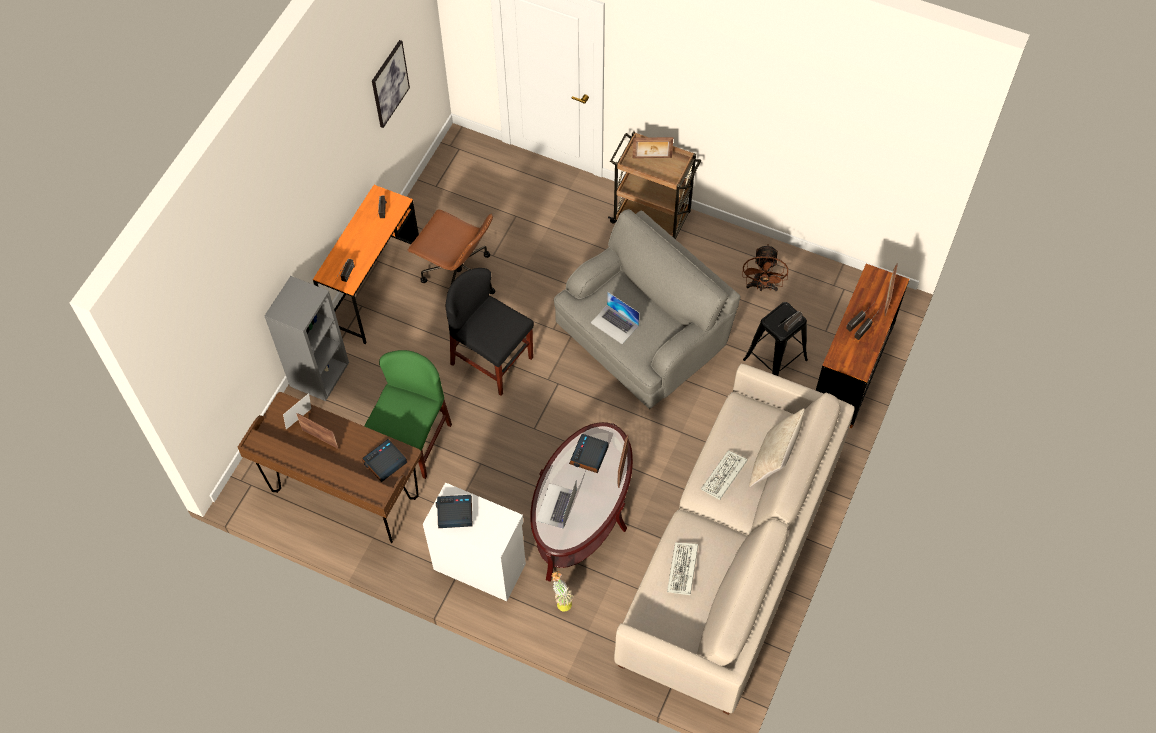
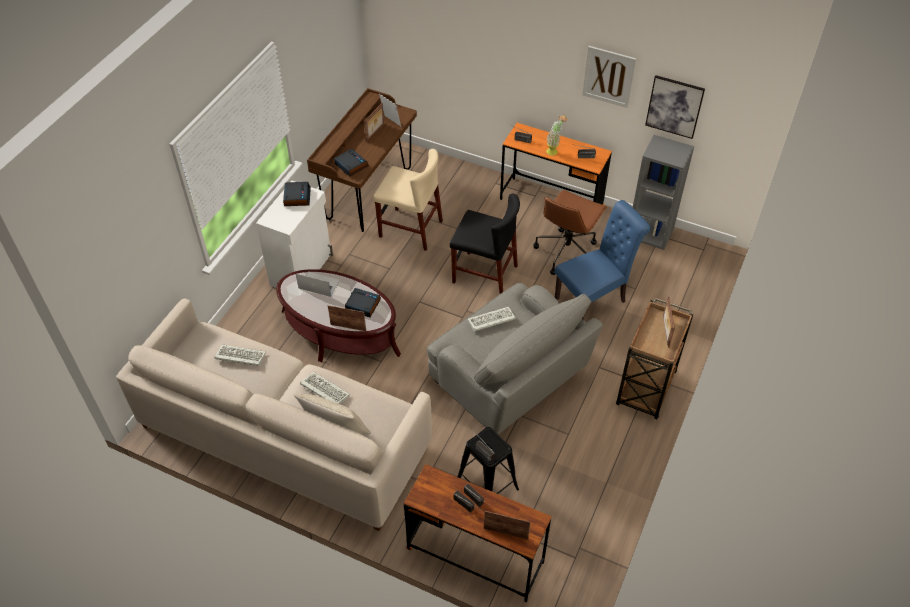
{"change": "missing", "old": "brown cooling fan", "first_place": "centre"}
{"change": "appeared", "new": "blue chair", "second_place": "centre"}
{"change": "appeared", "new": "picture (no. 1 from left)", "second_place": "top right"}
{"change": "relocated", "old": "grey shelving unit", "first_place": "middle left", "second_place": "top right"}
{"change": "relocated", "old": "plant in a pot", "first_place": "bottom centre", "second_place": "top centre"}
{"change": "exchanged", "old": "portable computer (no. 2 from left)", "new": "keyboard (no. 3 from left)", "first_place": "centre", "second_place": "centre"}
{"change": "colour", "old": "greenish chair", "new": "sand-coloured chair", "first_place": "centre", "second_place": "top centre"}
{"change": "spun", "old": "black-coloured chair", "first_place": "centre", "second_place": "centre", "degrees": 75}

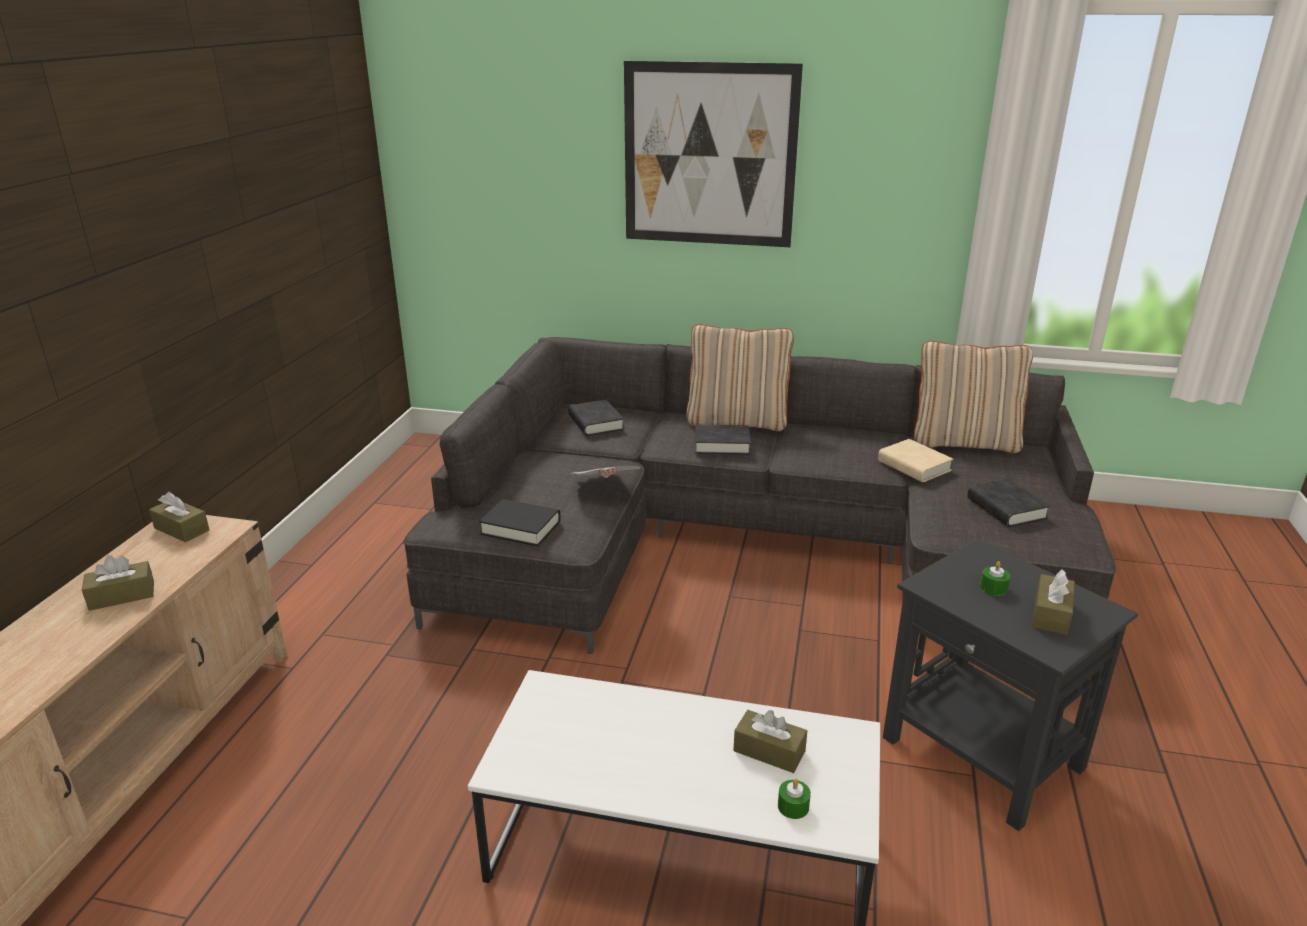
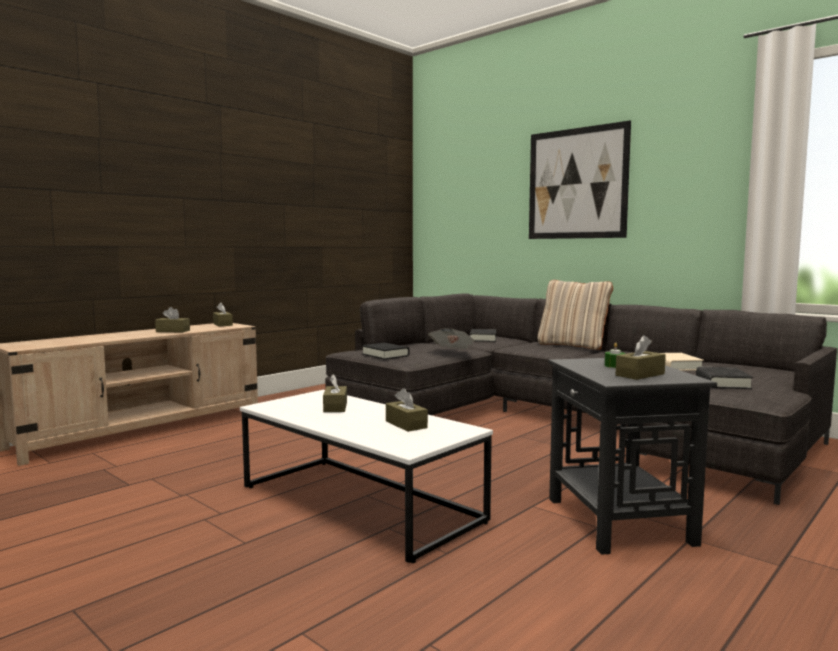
{"change": "missing", "old": "black-coloured volume (no. 3 from left)", "first_place": "centre"}
{"change": "missing", "old": "greenish candle (no. 1 from left)", "first_place": "bottom centre"}
{"change": "missing", "old": "sand-coloured throw pillow (no. 2 from left)", "first_place": "middle right"}
{"change": "appeared", "new": "brown box of tissues (no. 3 from left)", "second_place": "centre"}

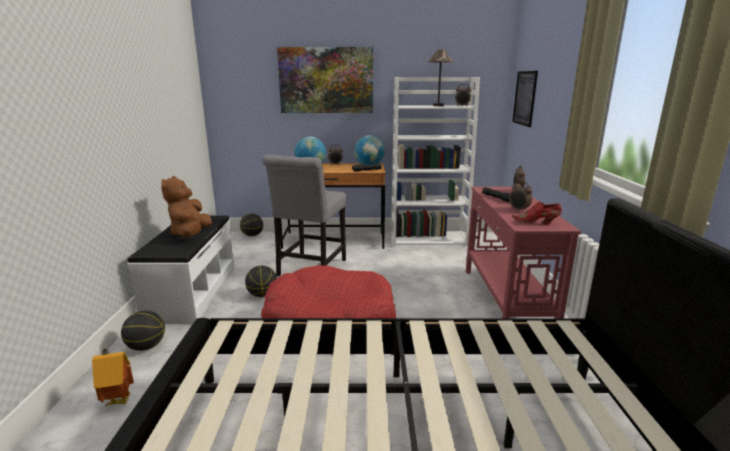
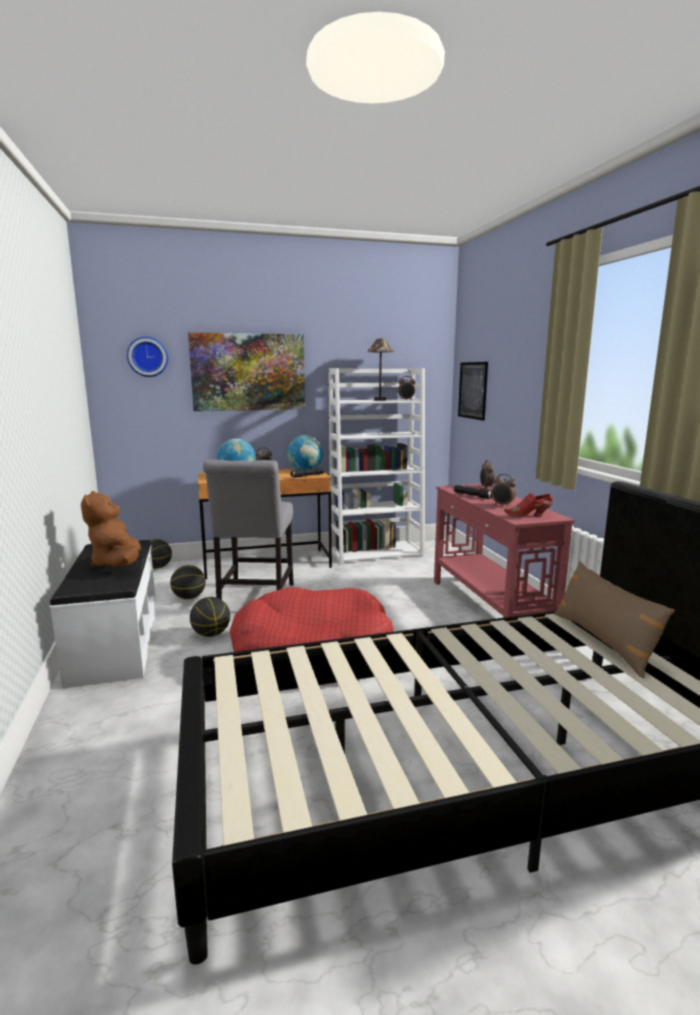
{"change": "missing", "old": "toy house", "first_place": "bottom left"}
{"change": "appeared", "new": "clock on the wall", "second_place": "middle left"}
{"change": "appeared", "new": "brown throw pillow", "second_place": "middle right"}
{"change": "relocated", "old": "basketball ball (no. 1 from left in the first image)", "new": "basketball ball (no. 2 from left)", "first_place": "bottom left", "second_place": "middle left"}

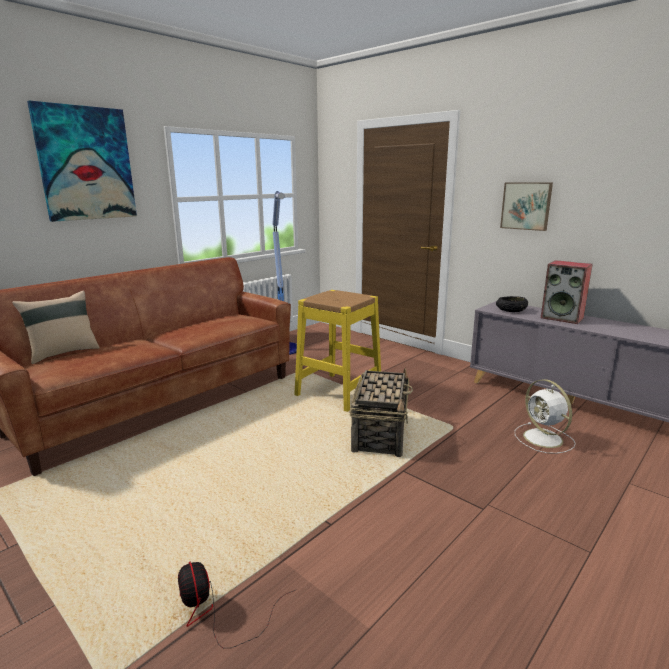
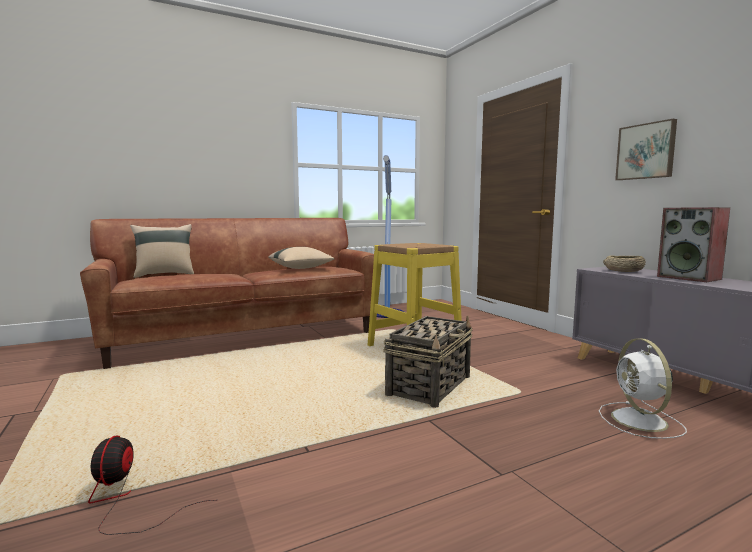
{"change": "missing", "old": "picture (no. 1 from left)", "first_place": "top left"}
{"change": "appeared", "new": "sand-coloured throw pillow (no. 2 from left)", "second_place": "centre"}
{"change": "colour", "old": "black-coloured serving bowl", "new": "sand-coloured serving bowl", "first_place": "middle right", "second_place": "middle right"}

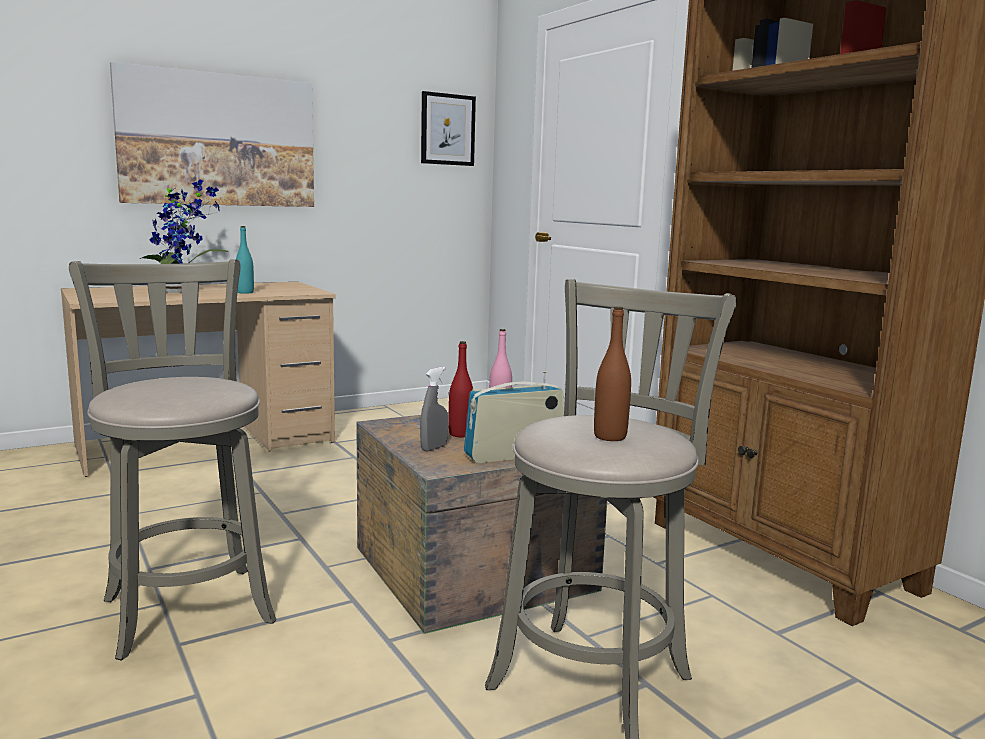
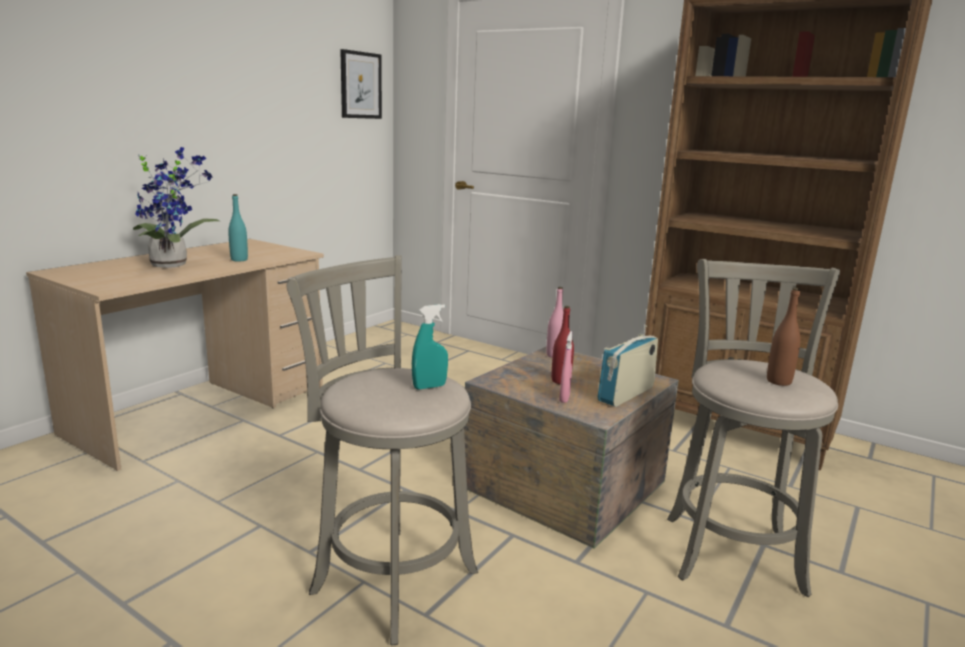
{"change": "missing", "old": "picture (no. 1 from left)", "first_place": "top left"}
{"change": "appeared", "new": "blue-green sprayer", "second_place": "centre"}
{"change": "colour", "old": "grey sprayer", "new": "pinkish sprayer", "first_place": "centre", "second_place": "centre"}

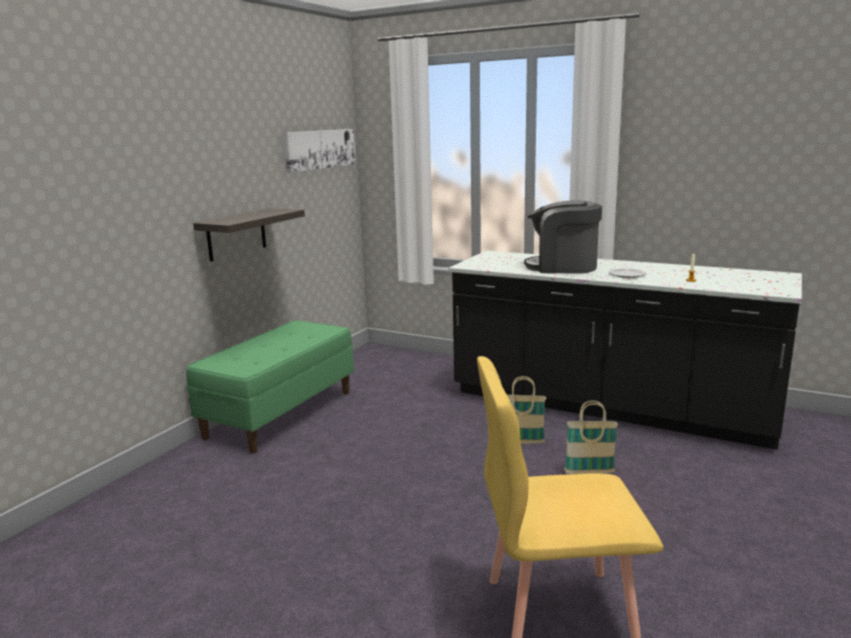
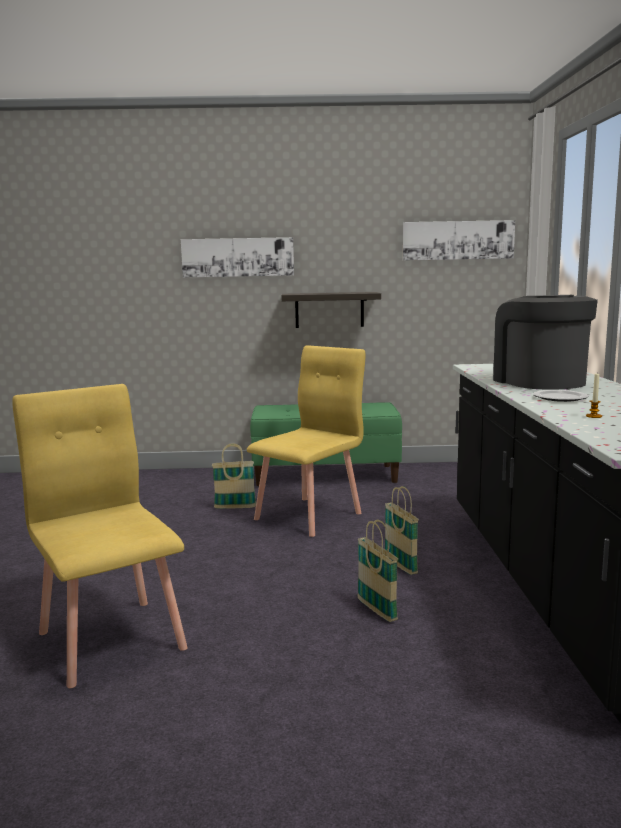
{"change": "appeared", "new": "picture (no. 1 from left)", "second_place": "top centre"}
{"change": "appeared", "new": "storage basket (no. 1 from left)", "second_place": "centre"}
{"change": "appeared", "new": "yellow chair (no. 2 from left)", "second_place": "centre"}

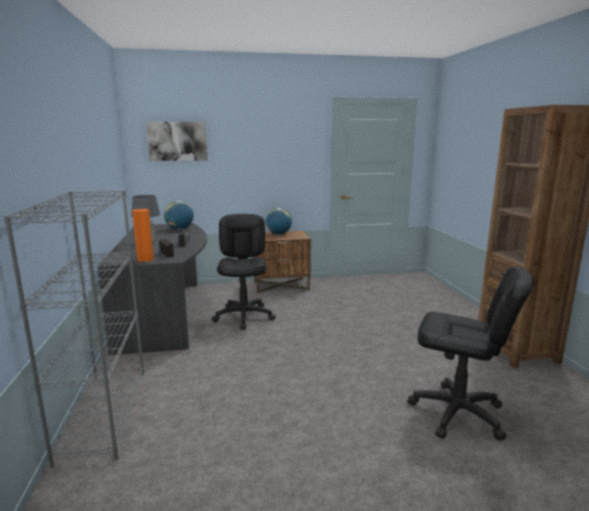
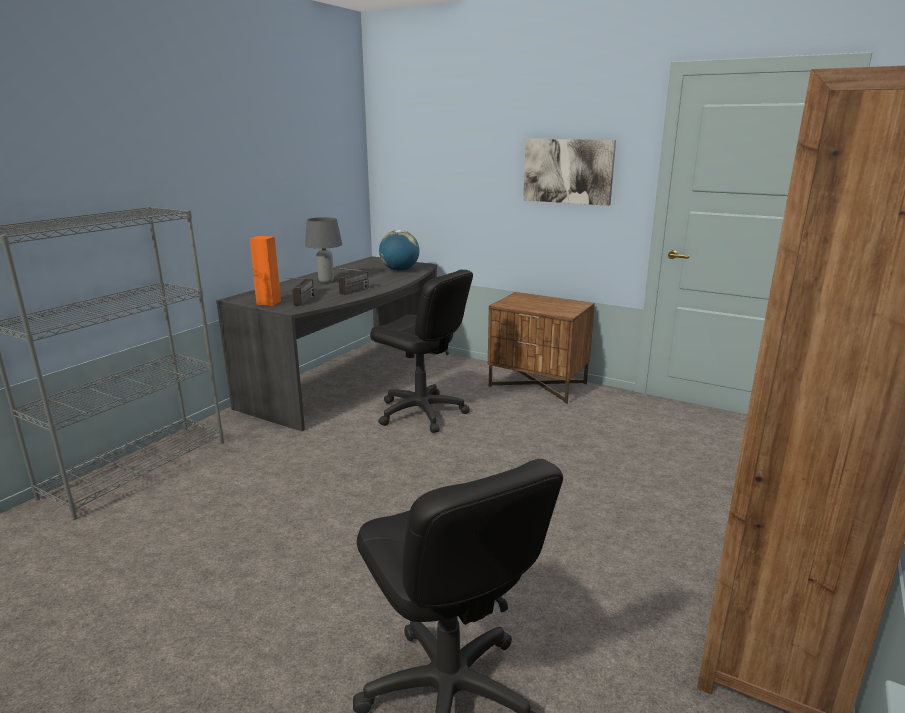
{"change": "missing", "old": "world globe (no. 2 from left)", "first_place": "centre"}
{"change": "relocated", "old": "picture", "first_place": "top left", "second_place": "top centre"}
{"change": "spun", "old": "black-coloured computer chair (no. 1 from left)", "first_place": "centre", "second_place": "centre", "degrees": 90}

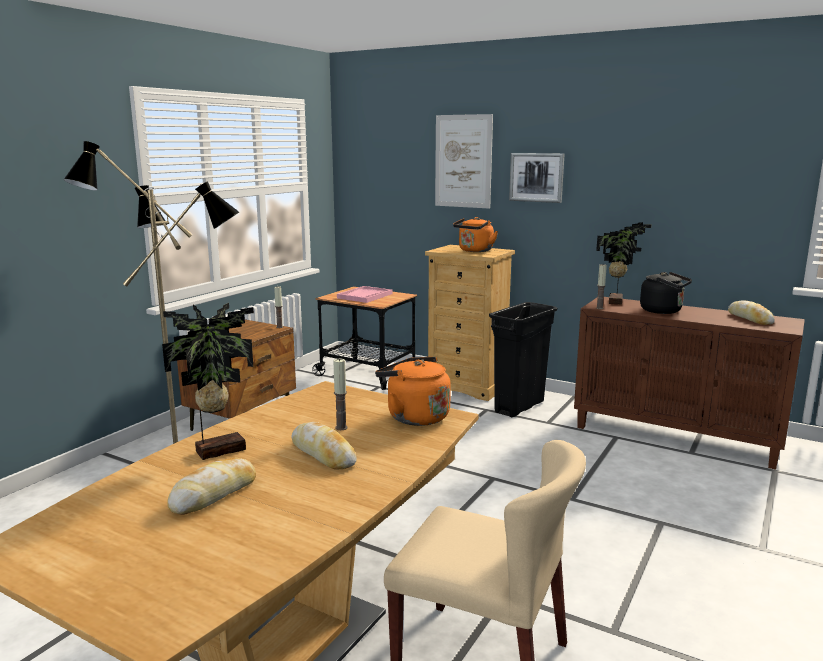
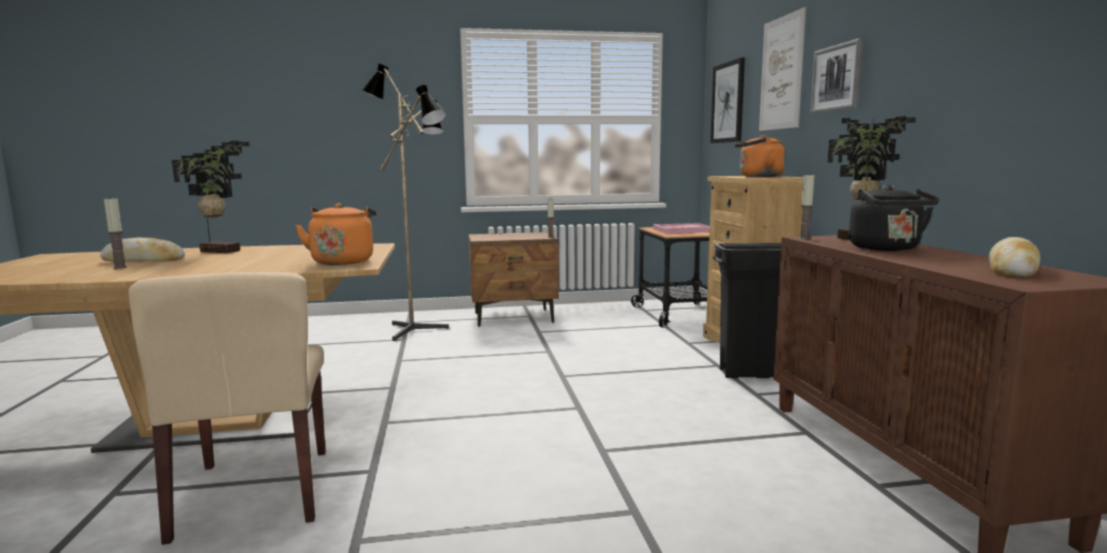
{"change": "missing", "old": "bakery bread (no. 2 from left)", "first_place": "bottom centre"}
{"change": "appeared", "new": "picture (no. 1 from left)", "second_place": "top centre"}
{"change": "relocated", "old": "candle (no. 2 from left in the first image)", "new": "candle (no. 1 from left)", "first_place": "centre", "second_place": "middle left"}

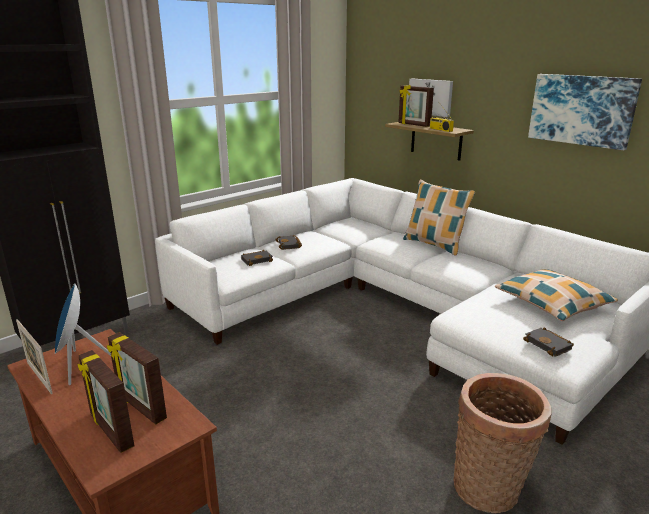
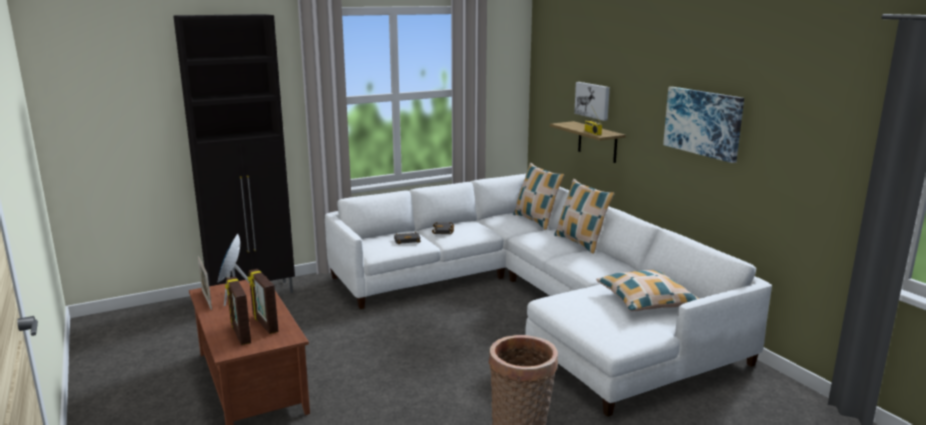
{"change": "missing", "old": "standing frame (no. 4 from left)", "first_place": "top centre"}
{"change": "missing", "old": "black-coloured volume (no. 3 from left)", "first_place": "middle right"}
{"change": "appeared", "new": "throw pillow (no. 1 from left)", "second_place": "centre"}

